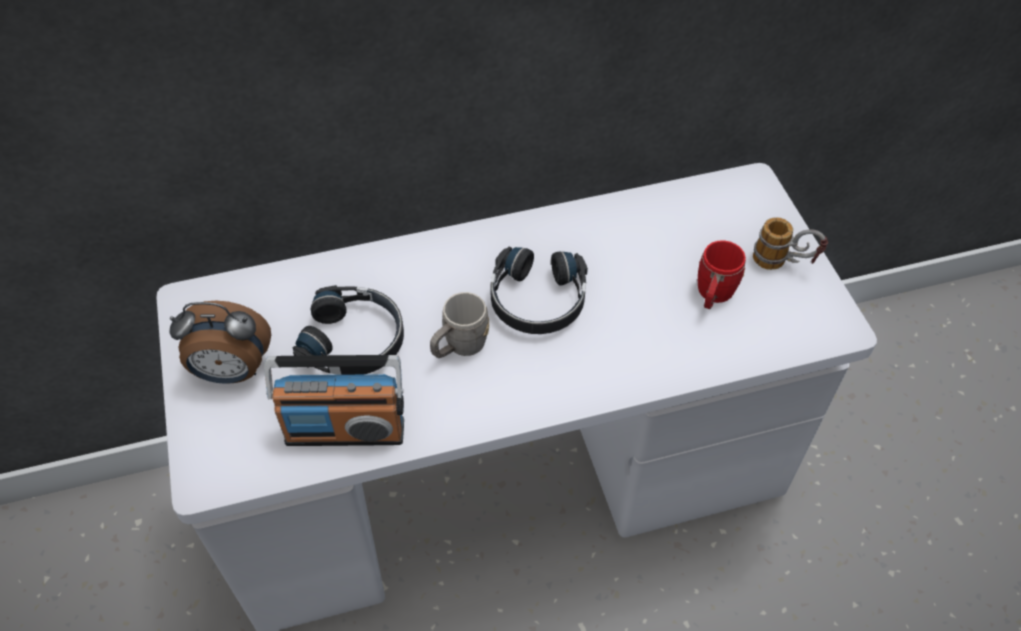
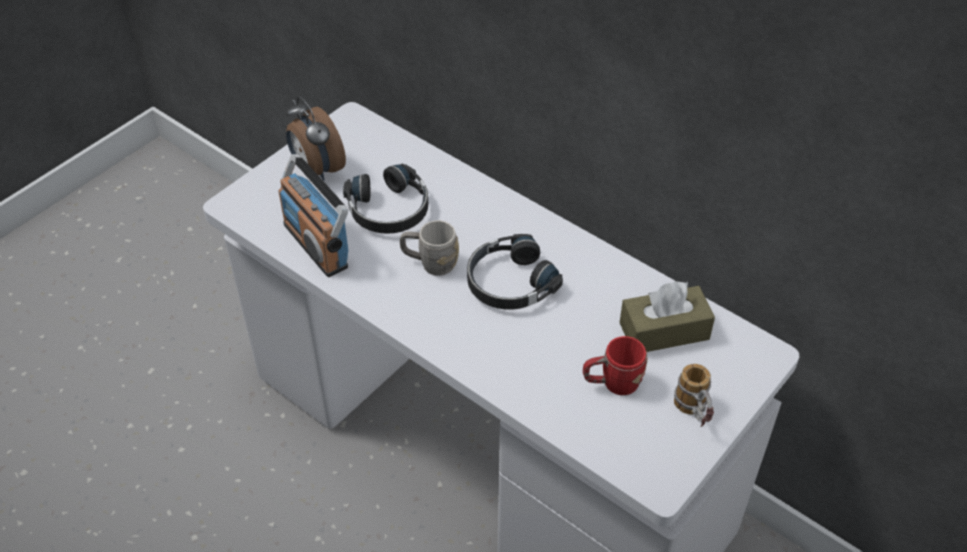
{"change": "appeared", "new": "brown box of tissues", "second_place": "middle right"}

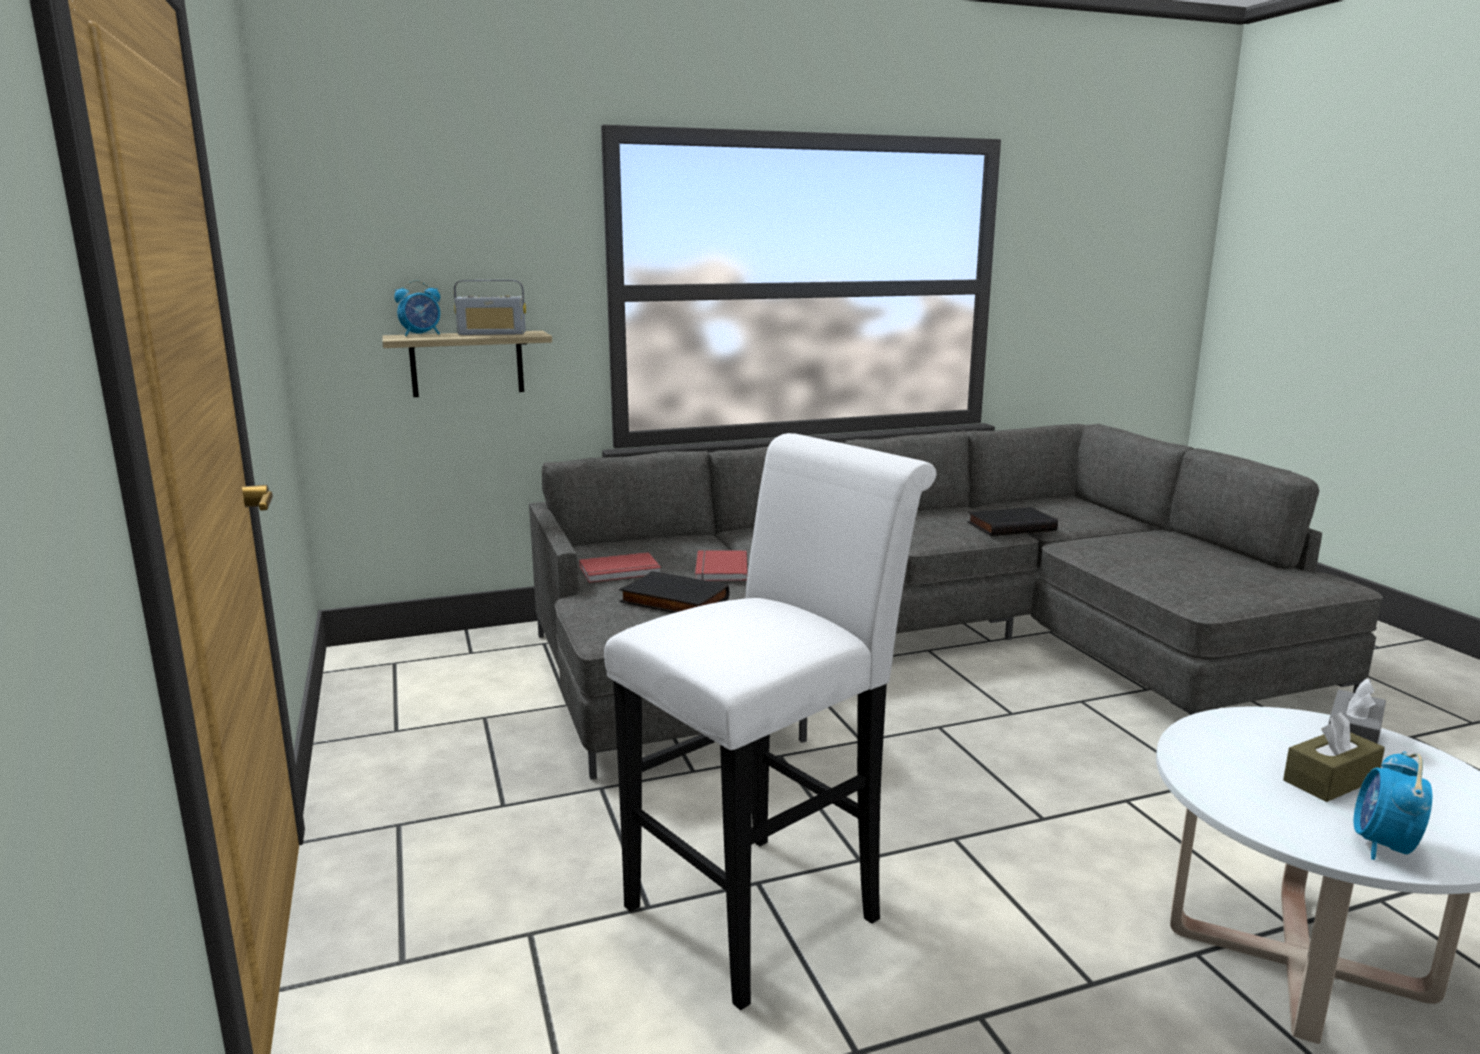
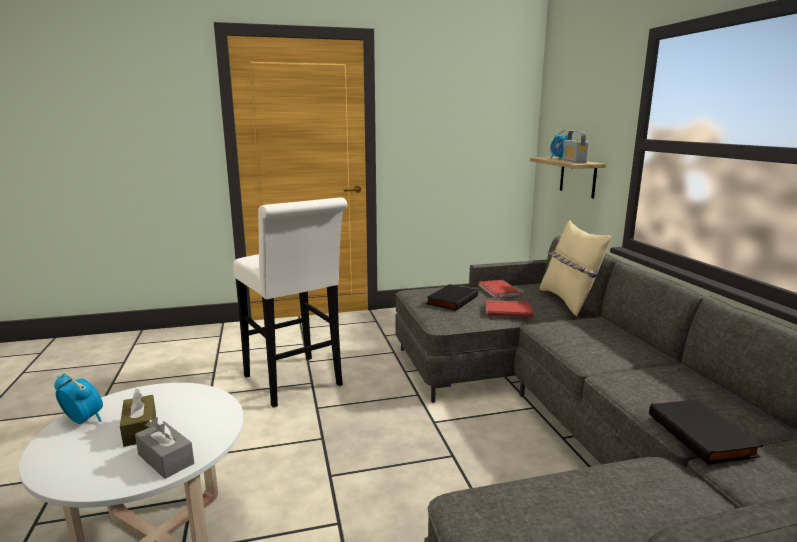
{"change": "appeared", "new": "sand-coloured throw pillow", "second_place": "middle right"}

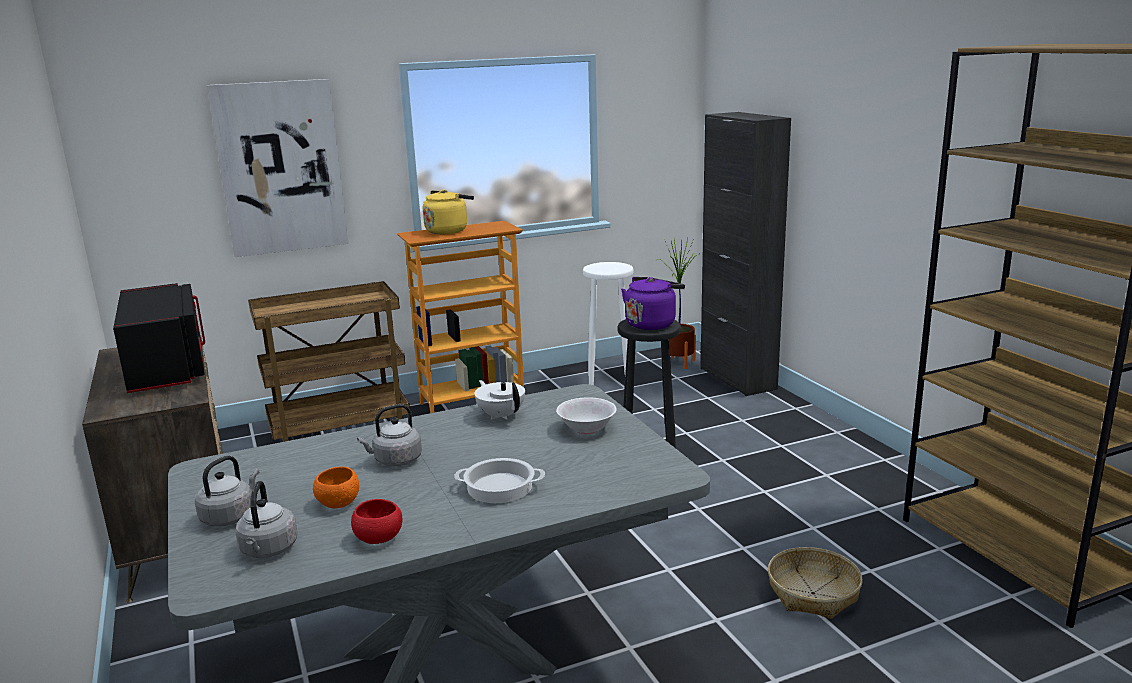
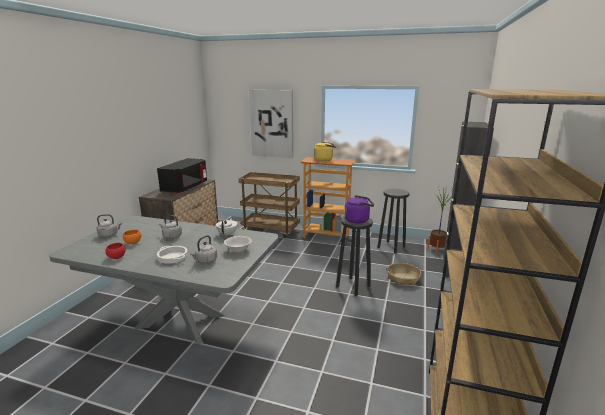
{"change": "relocated", "old": "grey tea kettle (no. 2 from left in the first image)", "new": "grey tea kettle (no. 3 from left)", "first_place": "bottom left", "second_place": "centre"}
{"change": "relocated", "old": "storage basket", "first_place": "bottom right", "second_place": "middle right"}
{"change": "colour", "old": "white-coloured stool seat", "new": "black-coloured stool seat (no. 2 from left)", "first_place": "centre", "second_place": "centre"}

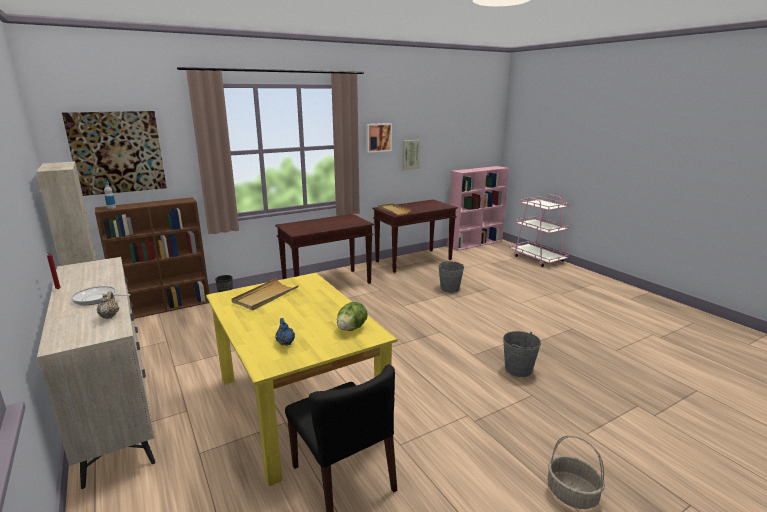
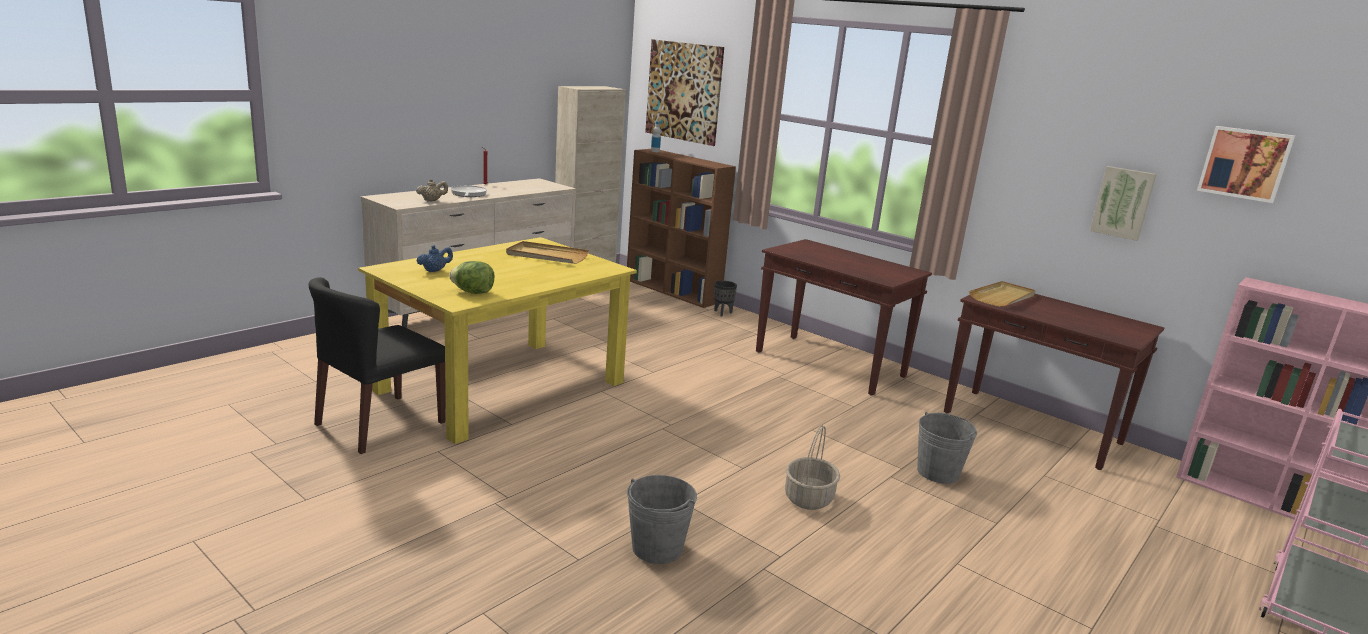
{"change": "relocated", "old": "picture (no. 2 from left in the first image)", "new": "picture (no. 3 from left)", "first_place": "top centre", "second_place": "top right"}
{"change": "relocated", "old": "storage basket", "first_place": "bottom right", "second_place": "bottom centre"}

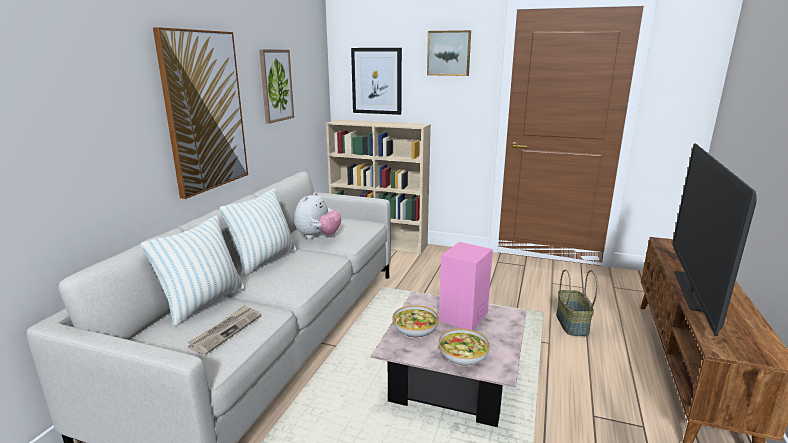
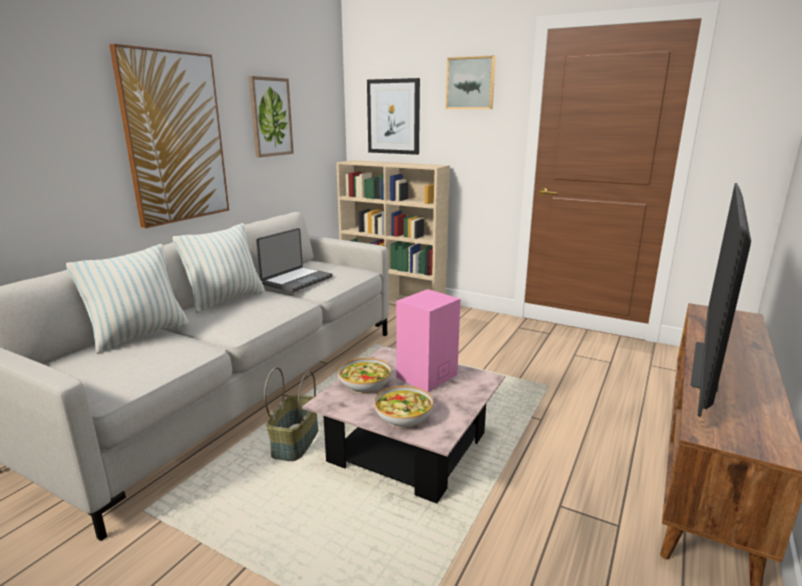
{"change": "missing", "old": "daily paper", "first_place": "bottom left"}
{"change": "relocated", "old": "storage basket", "first_place": "bottom right", "second_place": "bottom centre"}
{"change": "exchanged", "old": "plush toy", "new": "portable computer", "first_place": "centre", "second_place": "centre"}

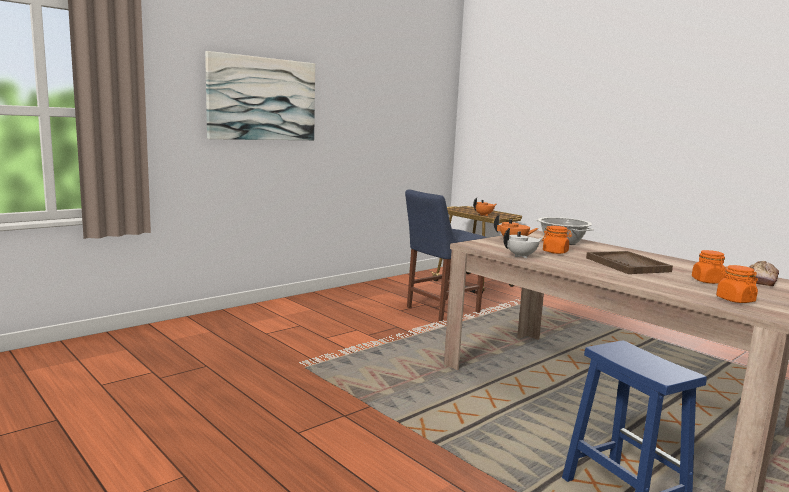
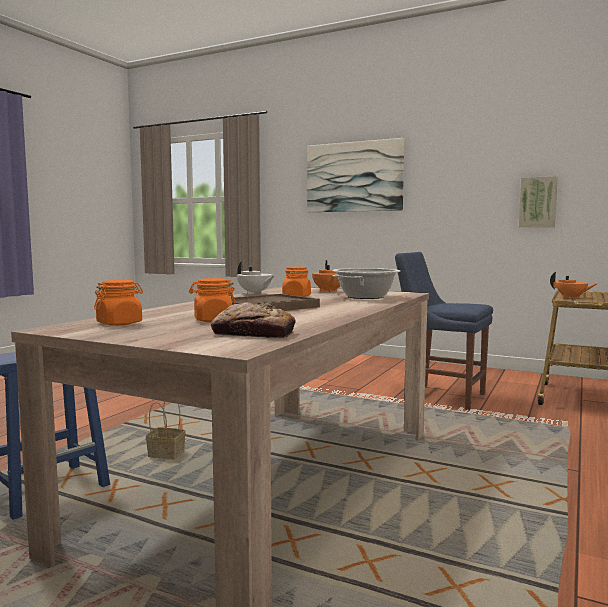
{"change": "appeared", "new": "storage basket", "second_place": "bottom left"}
{"change": "appeared", "new": "picture (no. 2 from left)", "second_place": "top right"}

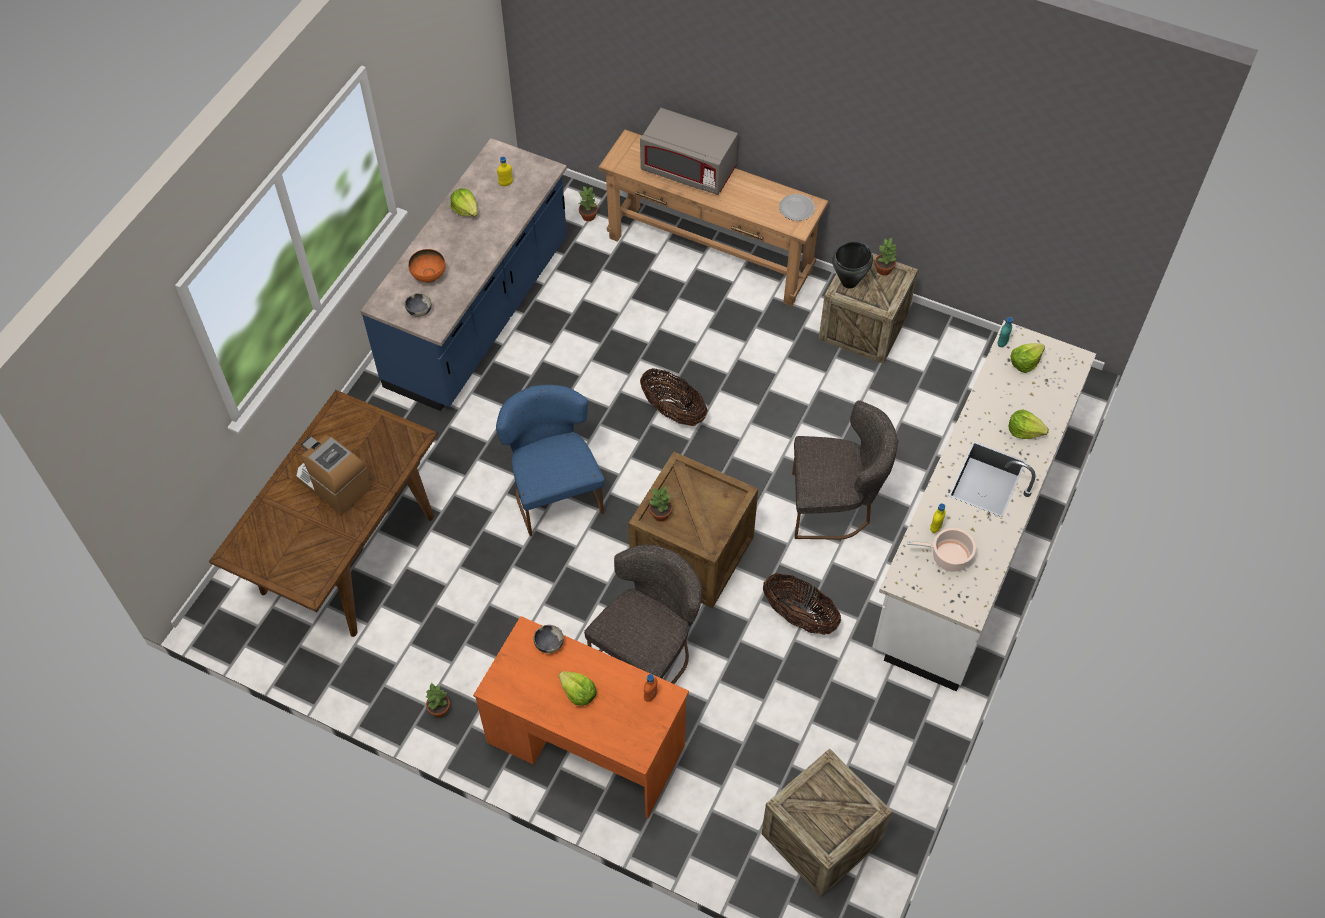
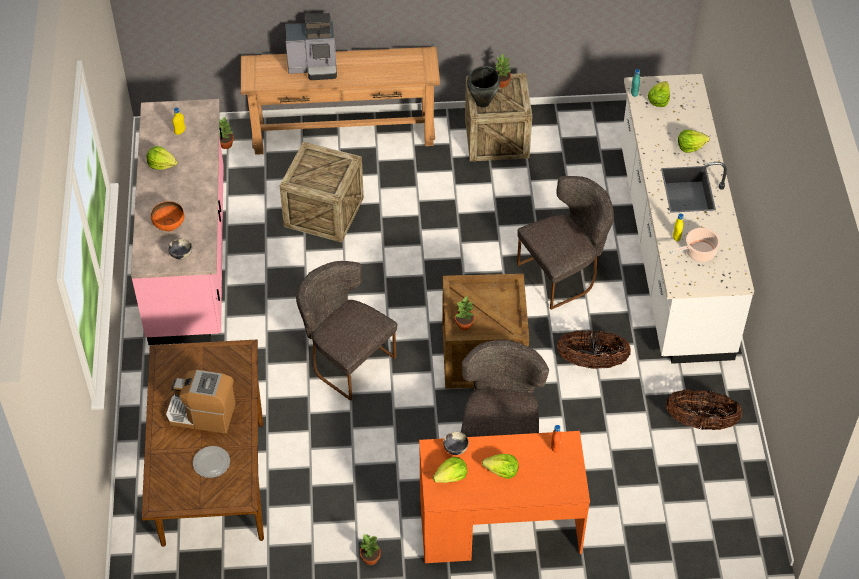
{"change": "appeared", "new": "head of lettuce (no. 2 from left)", "second_place": "bottom centre"}
{"change": "relocated", "old": "storage basket (no. 1 from left in the first image)", "new": "storage basket (no. 2 from left)", "first_place": "centre", "second_place": "bottom right"}
{"change": "relocated", "old": "crate (no. 2 from left in the first image)", "new": "crate (no. 1 from left)", "first_place": "bottom centre", "second_place": "top centre"}
{"change": "relocated", "old": "flat dish", "first_place": "top centre", "second_place": "bottom left"}
{"change": "exchanged", "old": "grey microwave oven", "new": "coffee machine (no. 2 from left)", "first_place": "top centre", "second_place": "top centre"}
{"change": "colour", "old": "blue kitchen base unit", "new": "pinkish kitchen base unit", "first_place": "top centre", "second_place": "middle left"}
{"change": "colour", "old": "blue chair", "new": "grey chair (no. 1 from left)", "first_place": "centre", "second_place": "centre"}

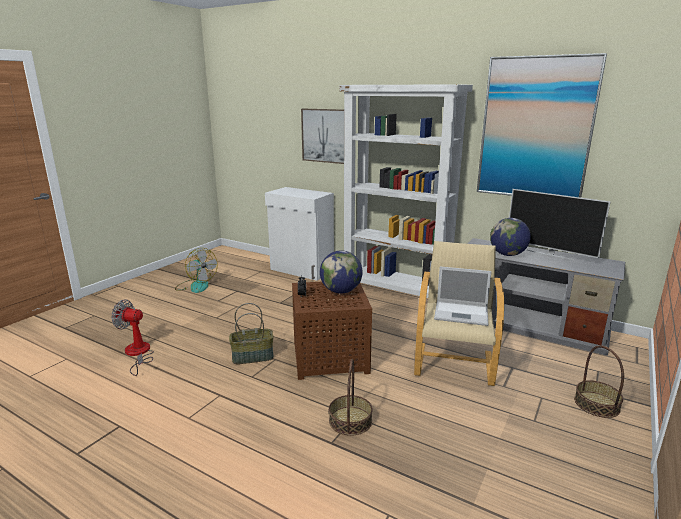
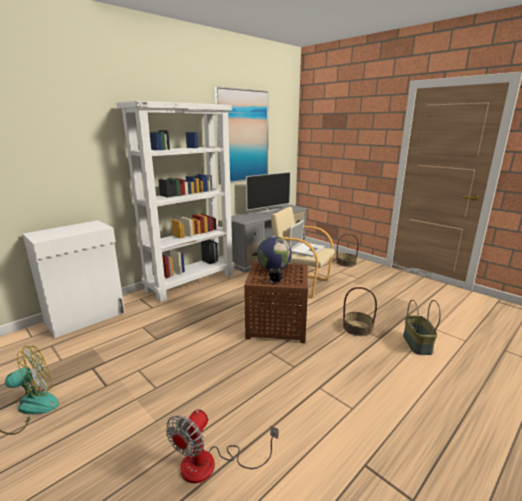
{"change": "missing", "old": "picture (no. 1 from left)", "first_place": "top centre"}
{"change": "missing", "old": "world globe (no. 2 from left)", "first_place": "middle right"}
{"change": "relocated", "old": "storage basket (no. 1 from left in the first image)", "new": "storage basket (no. 3 from left)", "first_place": "centre", "second_place": "middle right"}

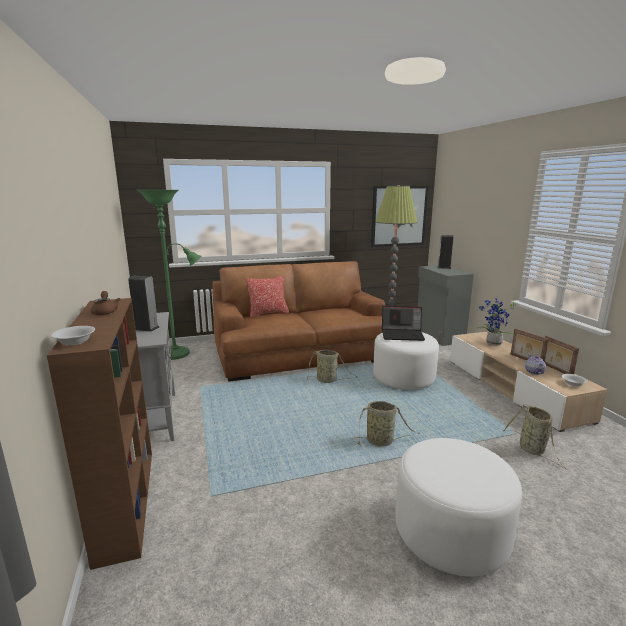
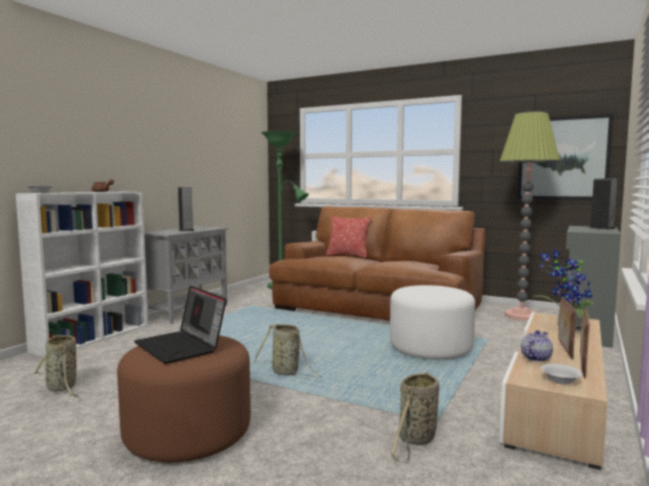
{"change": "relocated", "old": "storage basket (no. 1 from left)", "first_place": "centre", "second_place": "bottom left"}
{"change": "relocated", "old": "portable computer", "first_place": "centre", "second_place": "bottom left"}
{"change": "colour", "old": "brown shelving unit", "new": "white-coloured shelving unit", "first_place": "bottom left", "second_place": "middle left"}
{"change": "colour", "old": "white-coloured footrest (no. 2 from left)", "new": "brown footrest", "first_place": "bottom right", "second_place": "bottom left"}

